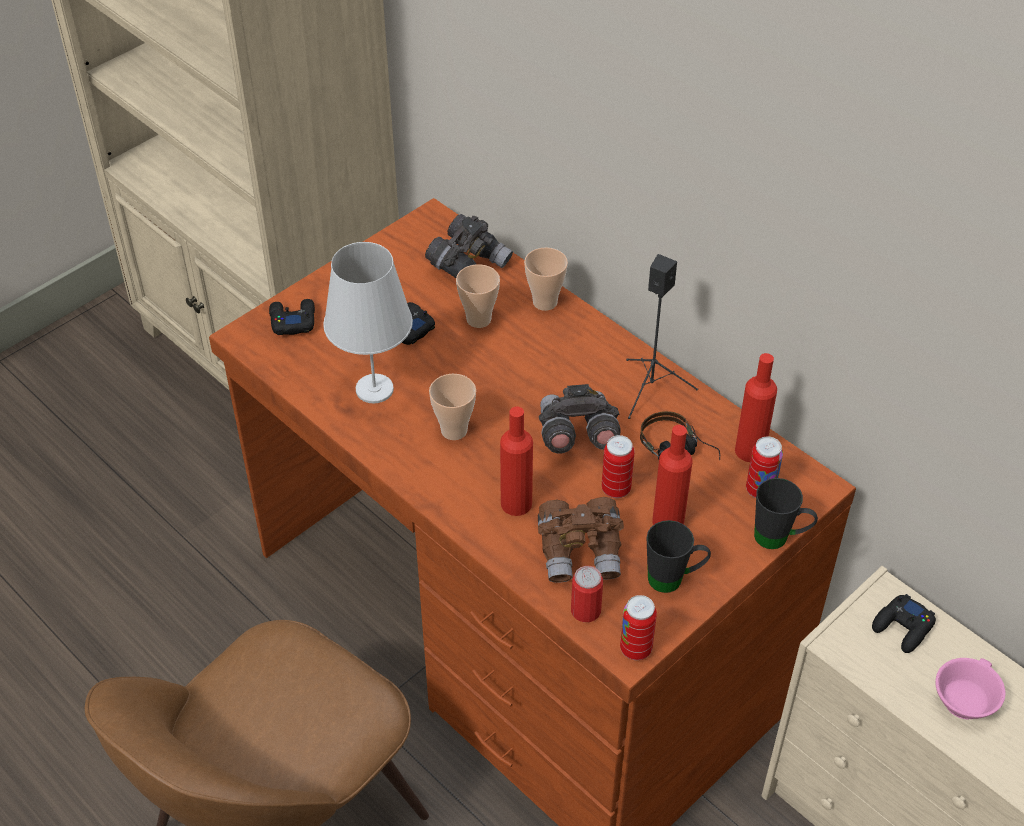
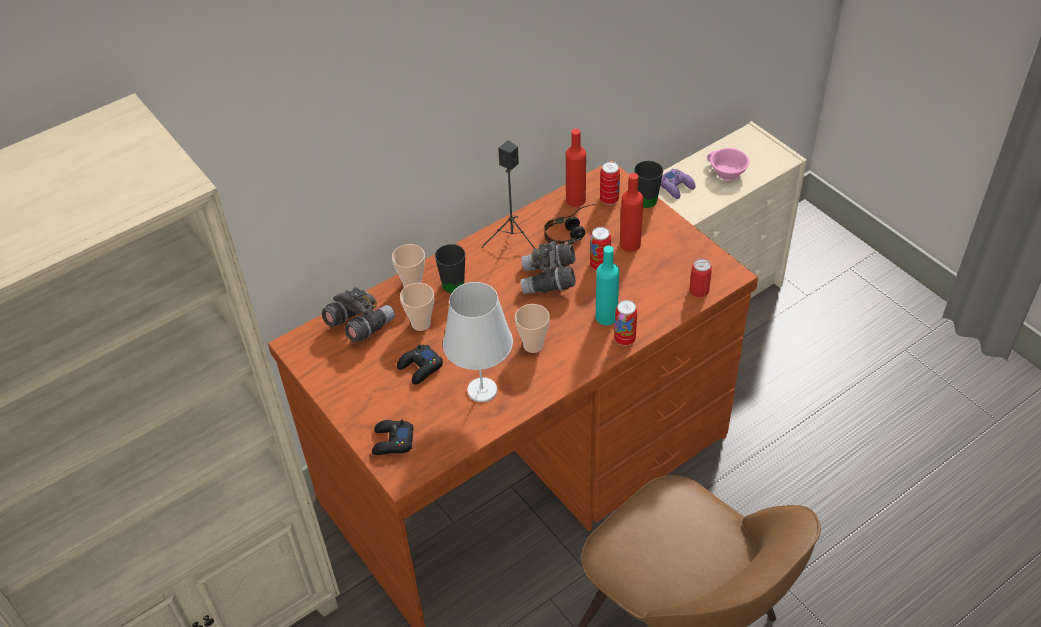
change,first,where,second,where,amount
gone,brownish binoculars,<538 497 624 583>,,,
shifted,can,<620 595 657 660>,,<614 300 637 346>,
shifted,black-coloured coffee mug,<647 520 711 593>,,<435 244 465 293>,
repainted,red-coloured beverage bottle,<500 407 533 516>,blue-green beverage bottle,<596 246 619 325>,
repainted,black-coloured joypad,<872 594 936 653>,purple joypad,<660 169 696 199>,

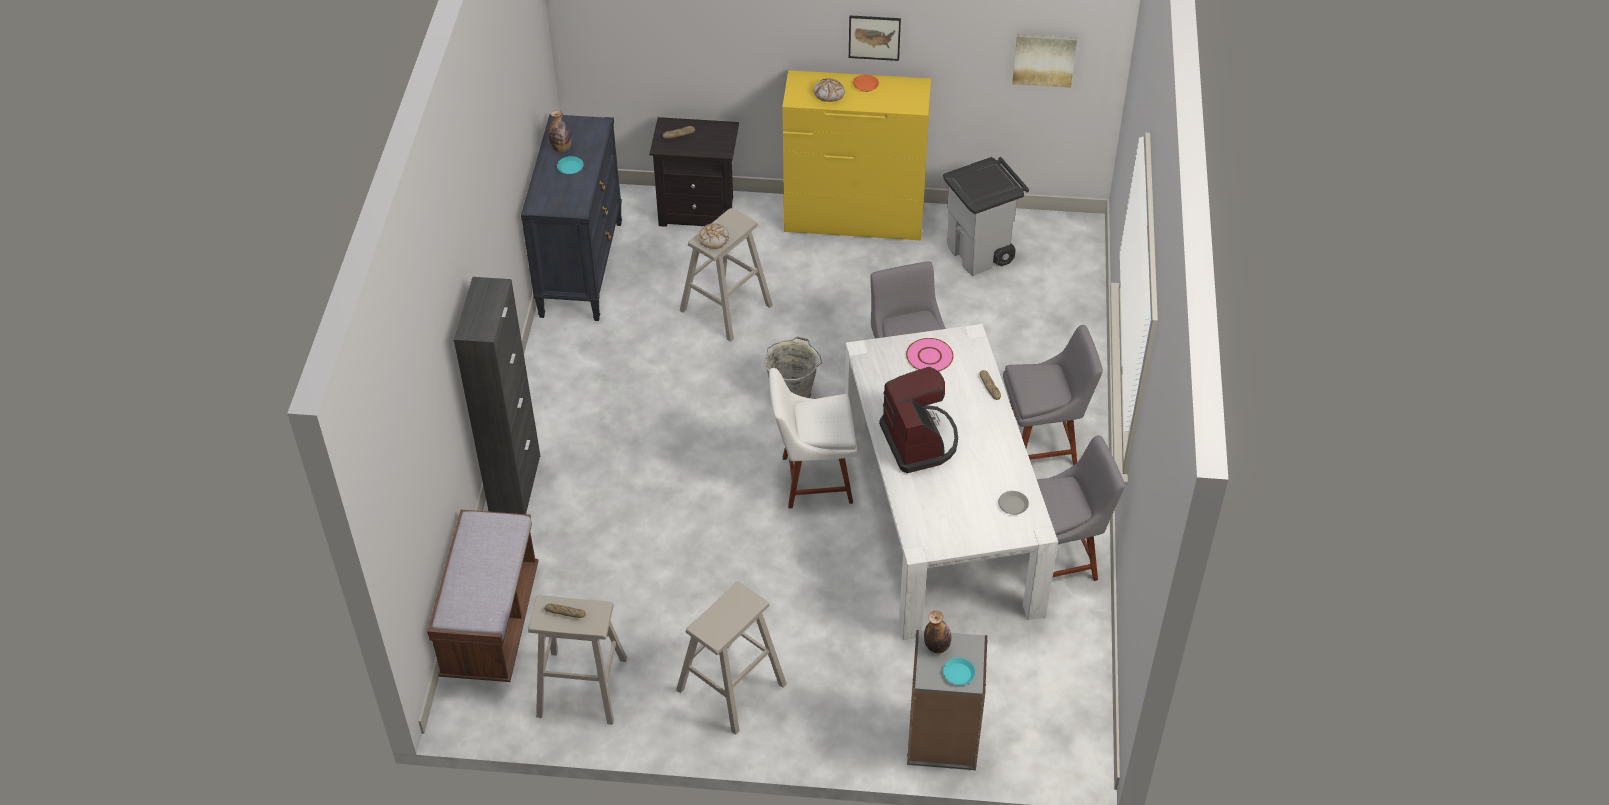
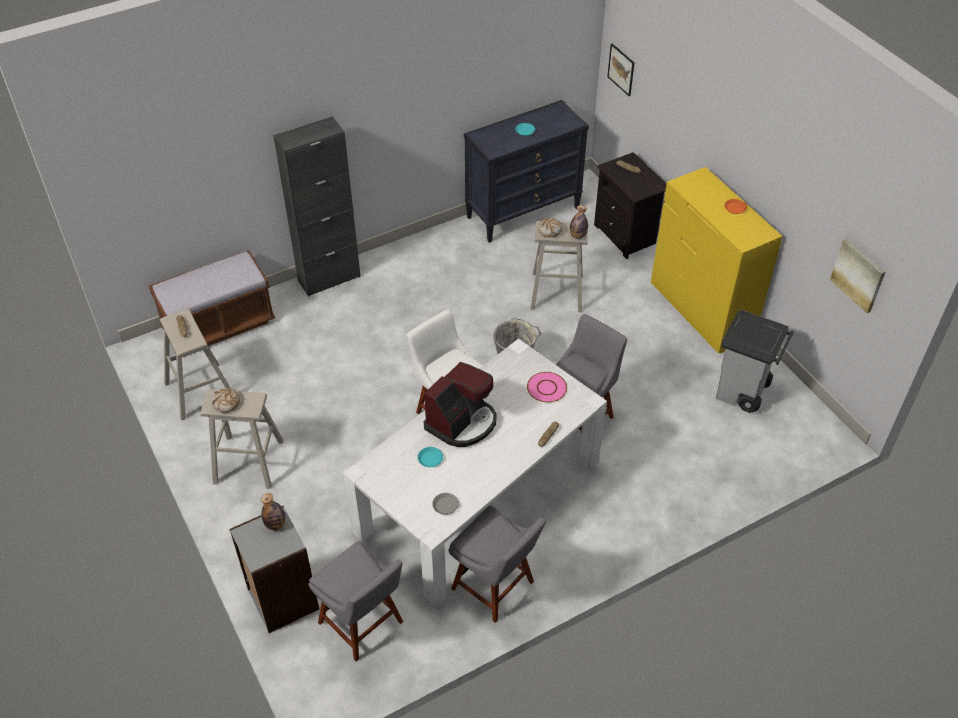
change,first,where,second,where,amount
shifted,beverage bottle,<549 110 572 152>,,<570 205 588 239>,
shifted,baked bread,<813 78 845 102>,,<212 388 240 413>,
shifted,wall art,<849 15 901 61>,,<607 44 634 96>,
shifted,blue-green plate,<943 658 976 685>,,<418 447 443 467>,
shifted,grey chair,<1003 325 1103 466>,,<308 541 403 662>,

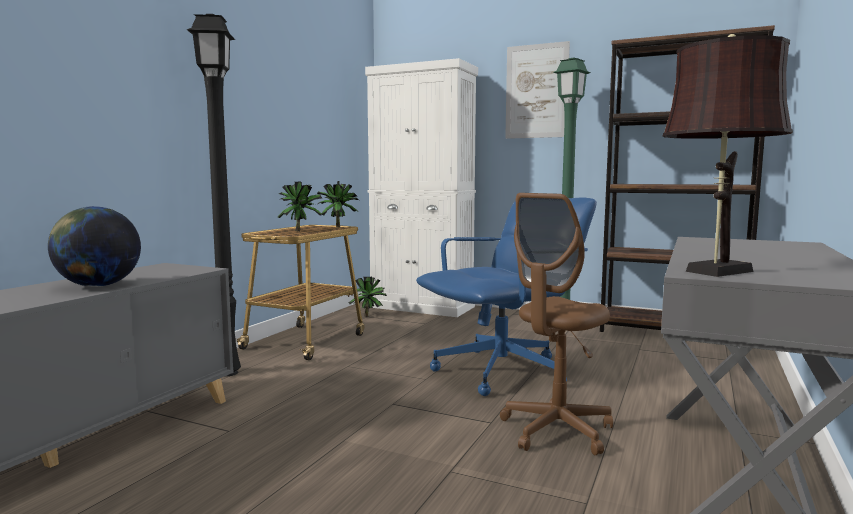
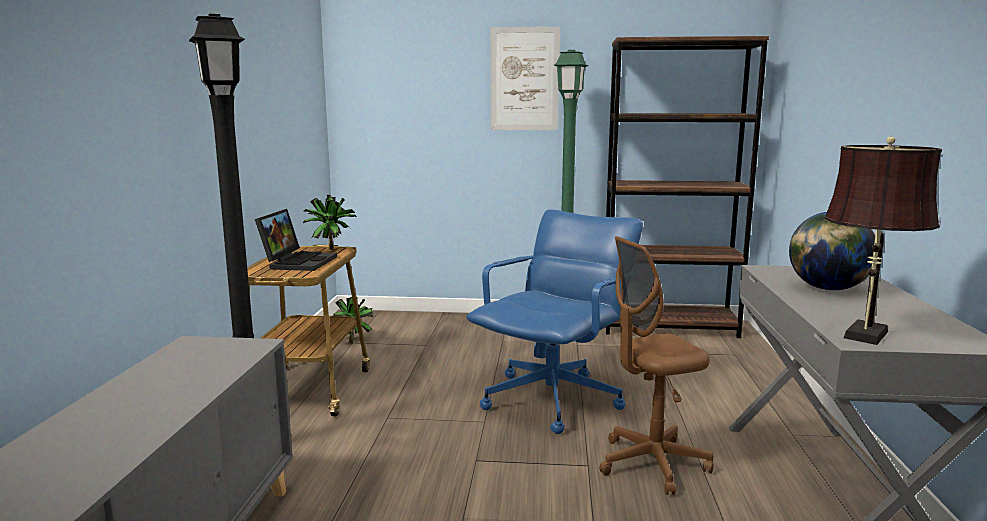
change,first,where,second,where,amount
gone,white cabinet,<365 58 478 317>,,,
shifted,world globe,<48 206 141 287>,,<789 212 875 291>,
swapped,houseplant,<278 182 322 231>,portable computer,<255 209 337 271>,
rotated,brownish computer chair,<500 193 613 455>,,<599 236 714 495>,45 degrees clockwise

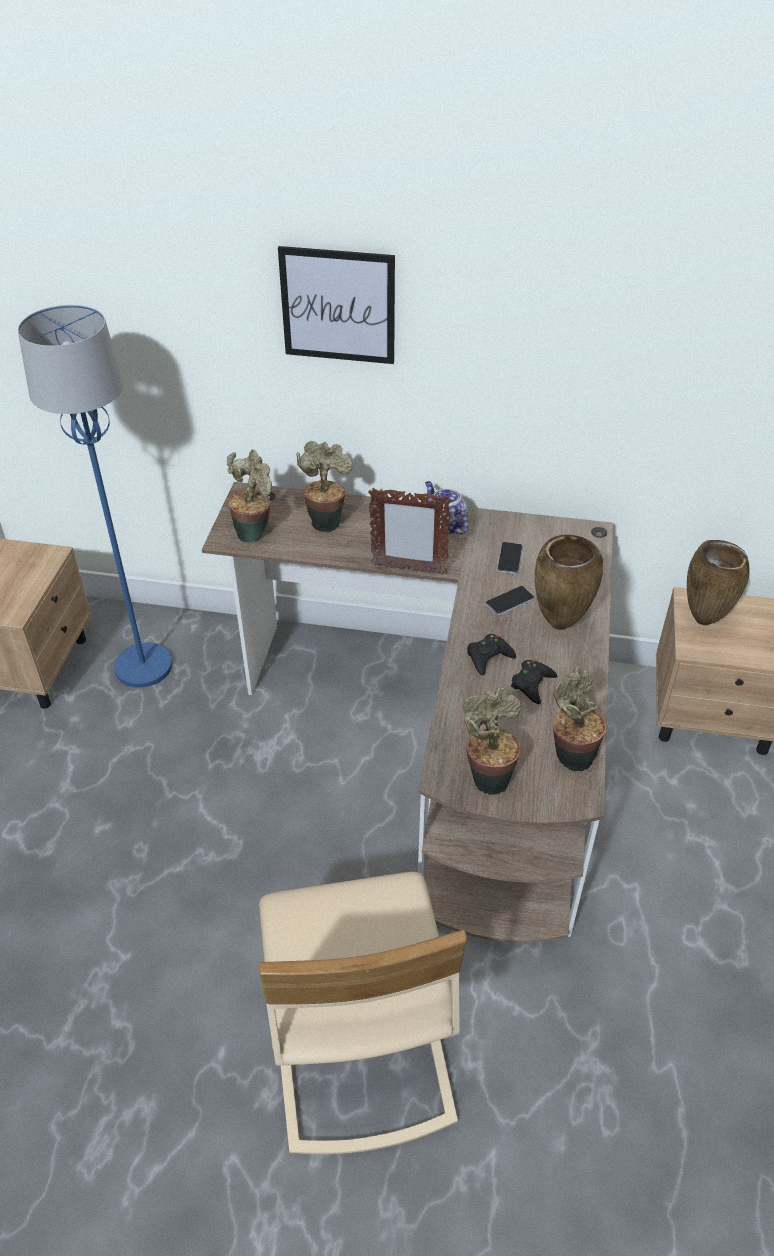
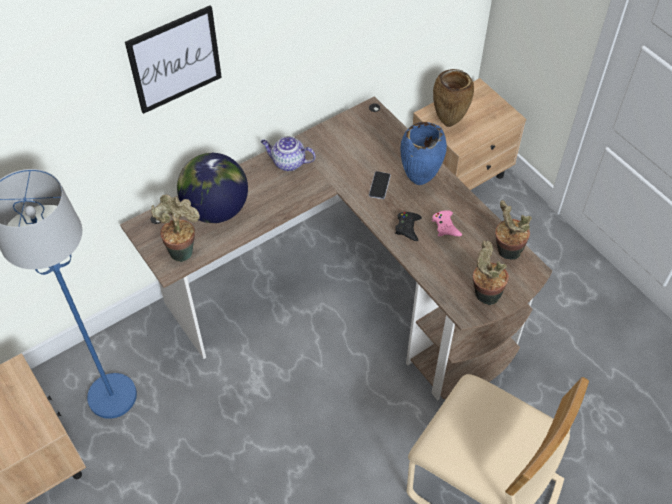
change,first,where,second,where,amount
gone,picture frame,<368 487 452 575>,,,
gone,handset,<497 542 523 574>,,,
swapped,houseplant,<296 441 353 533>,world globe,<177 153 248 223>,
repainted,black-coloured joypad,<511 660 557 704>,pink joypad,<432 210 462 236>,
repainted,brownish flower vase,<535 535 603 630>,blue flower vase,<401 122 447 185>,

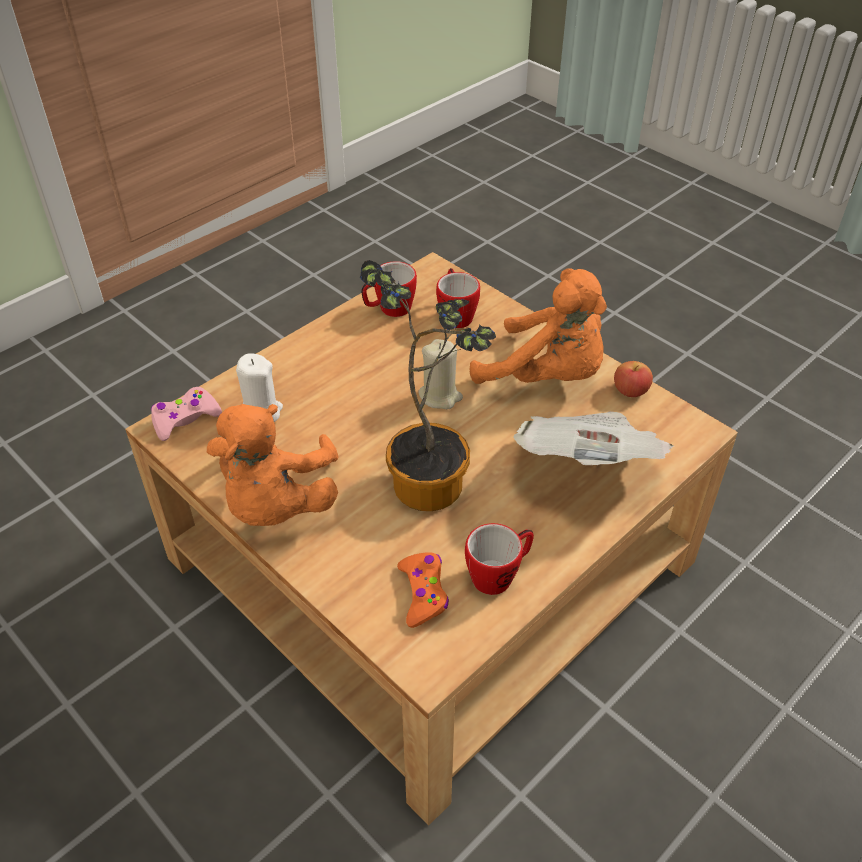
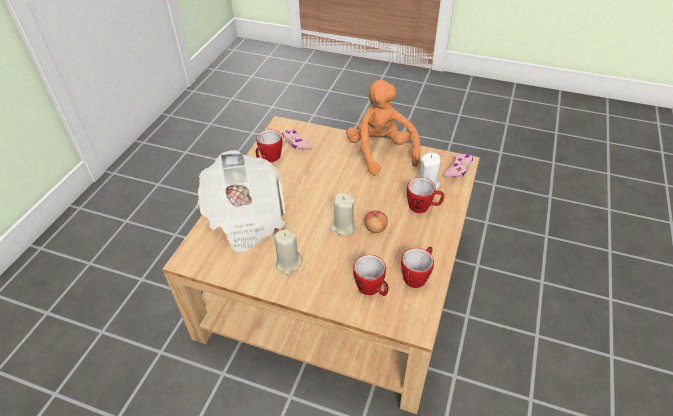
change,first,where,second,where,amount
gone,houseplant,<360 260 496 511>,,,
new,,,coffee mug,<407 177 445 213>,
shifted,apple fruit,<614 361 653 397>,,<364 211 388 233>,
swapped,orangey cuddly toy,<470 268 607 384>,beige-coloured wax candle,<274 229 302 275>,
repainted,orangey joypad,<397 552 449 628>,pink joypad,<282 130 312 150>,

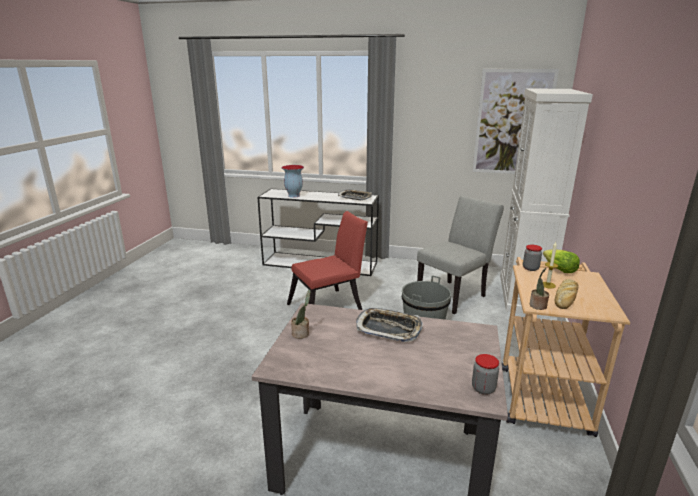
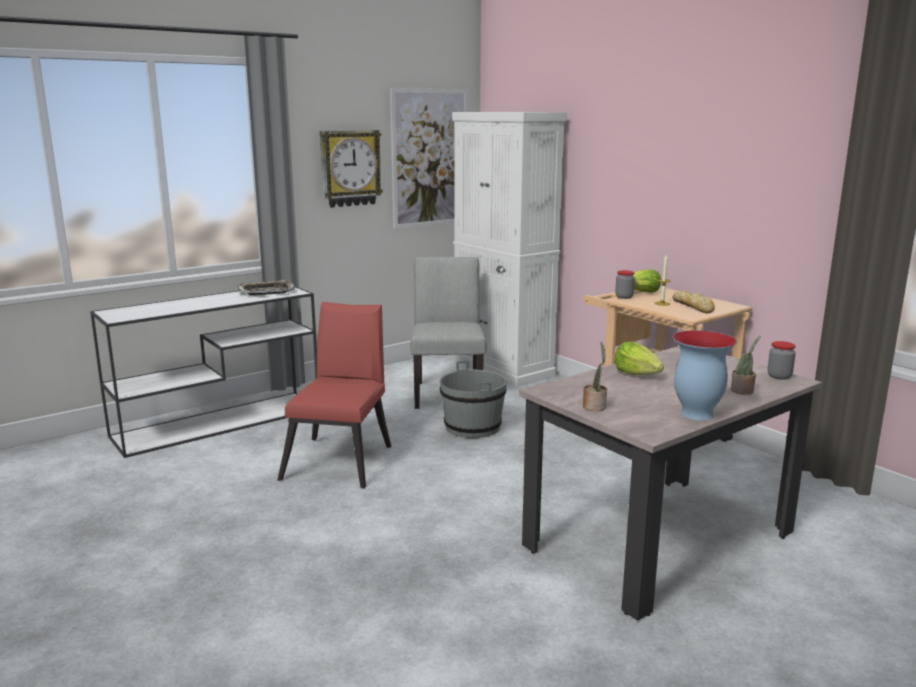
change,first,where,second,where,amount
new,,,hanging clock,<320 130 383 208>,
shifted,flower vase,<281 165 304 198>,,<673 330 737 420>,
shifted,houseplant,<530 268 549 310>,,<731 336 760 395>,
swapped,serving tray,<356 308 423 342>,head of lettuce,<614 342 664 375>,

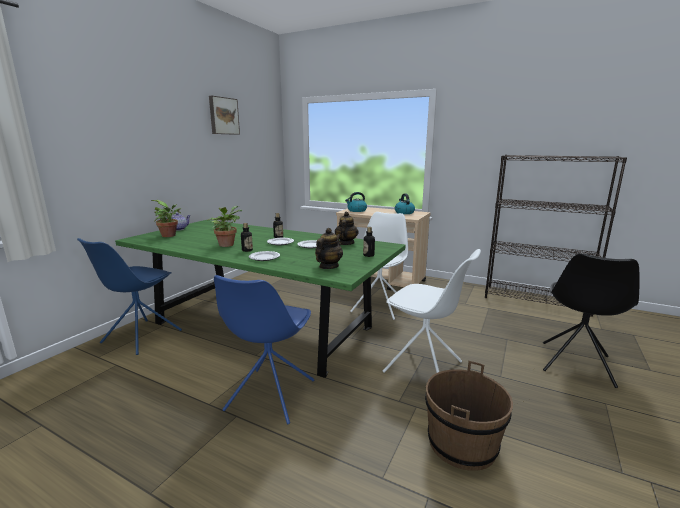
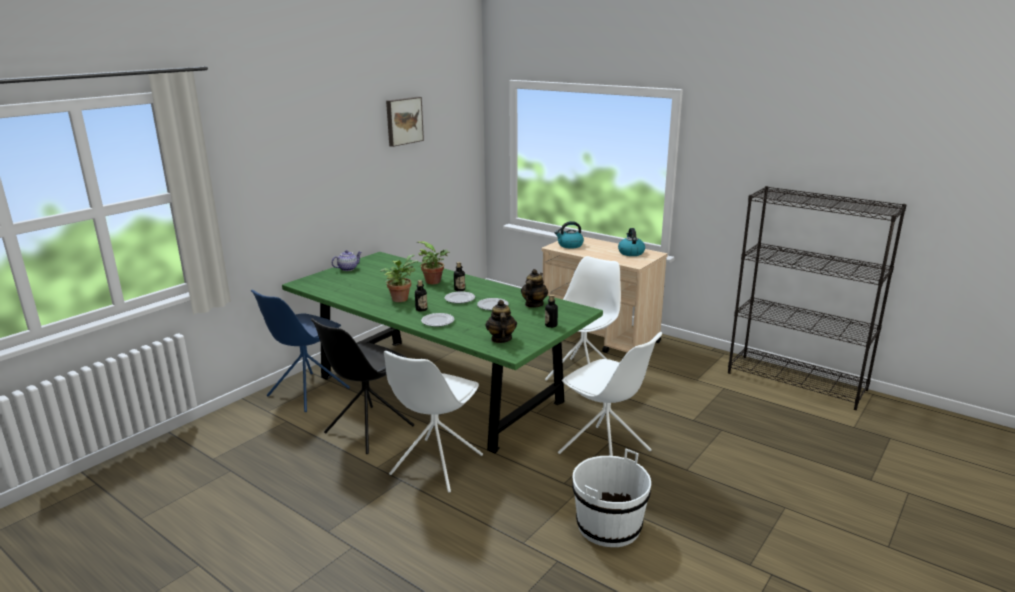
change,first,where,second,where,amount
shifted,houseplant,<151 200 182 237>,,<416 241 449 284>,
shifted,black-coloured chair,<543 253 640 388>,,<311 318 414 454>,
repainted,blue chair,<214 275 314 425>,white chair,<384 351 483 493>,
repainted,brownish bucket,<425 361 513 471>,white bucket,<572 448 651 547>,
rotated,tea pot,<315 228 343 269>,,<485 300 517 343>,45 degrees counterclockwise

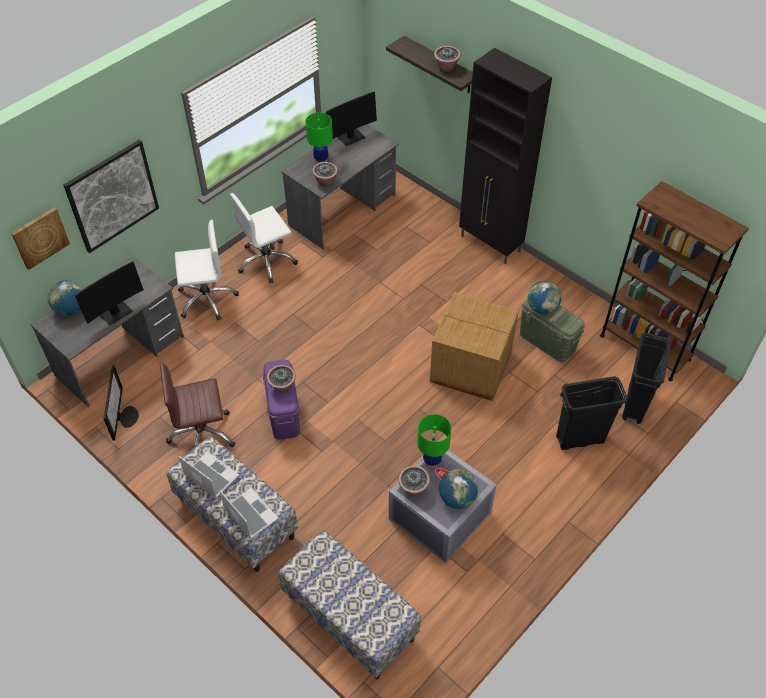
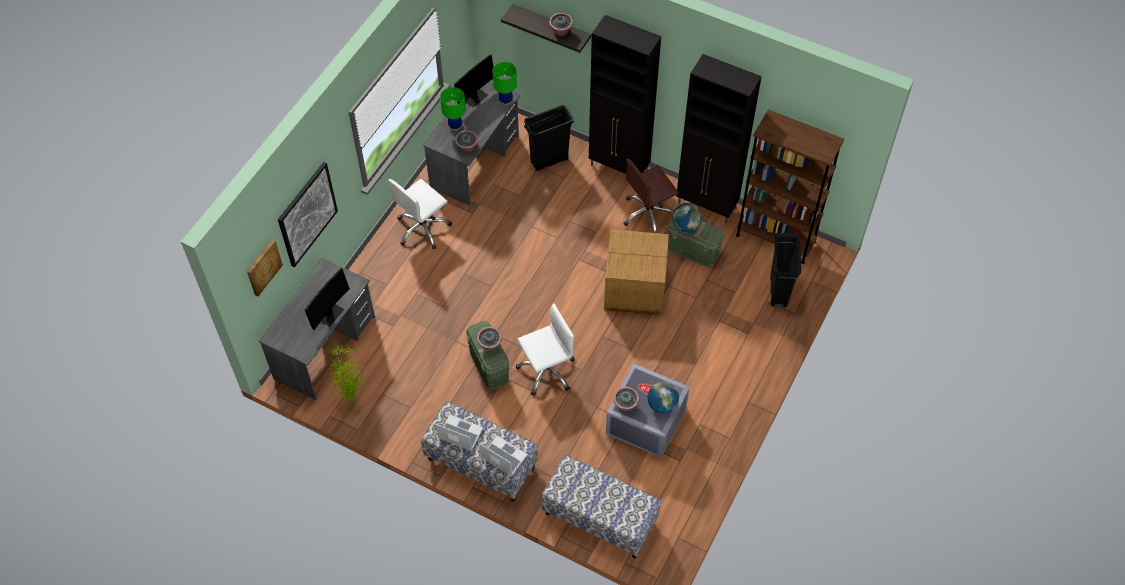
change,first,where,second,where,amount
gone,world globe,<48 280 82 315>,,,
new,,,black-coloured cabinet,<676 54 762 224>,
shifted,brownish computer chair,<160 362 235 448>,,<623 158 679 233>,
shifted,white computer chair,<175 220 239 321>,,<516 304 575 396>,
shifted,green-coloured lamp for a table,<417 414 451 468>,,<493 62 517 105>,
shifted,black-coloured trash can,<556 376 628 450>,,<524 105 574 171>,
swapped,computer display,<104 365 139 440>,houseplant,<327 342 364 405>,
repainted,purple storage bin,<263 360 300 440>,green-coloured storage bin,<466 321 509 390>,

